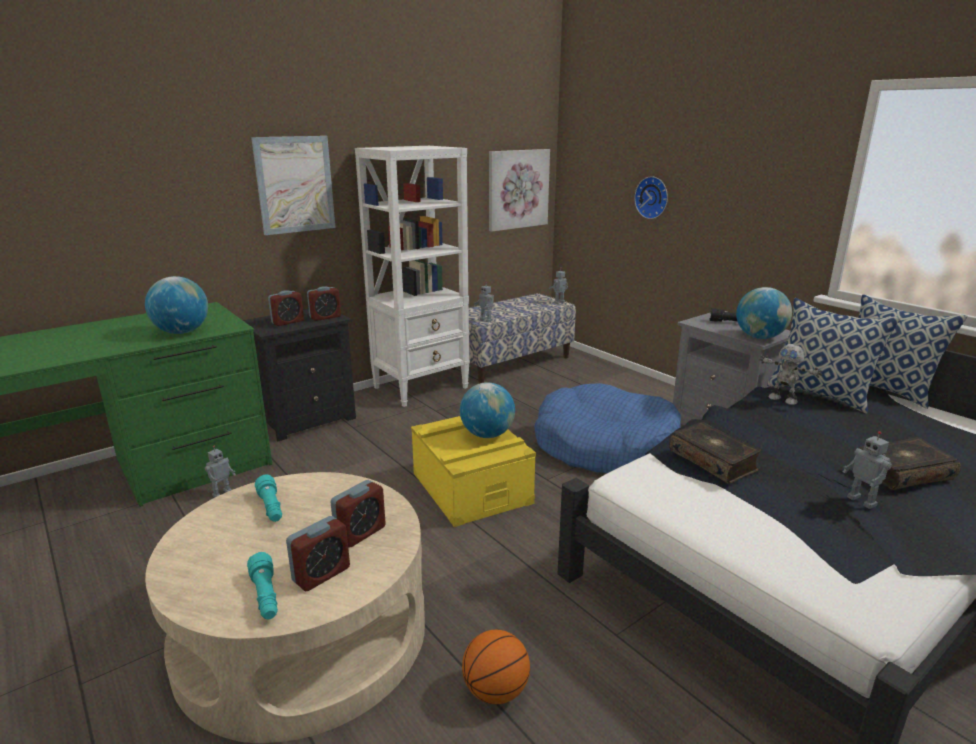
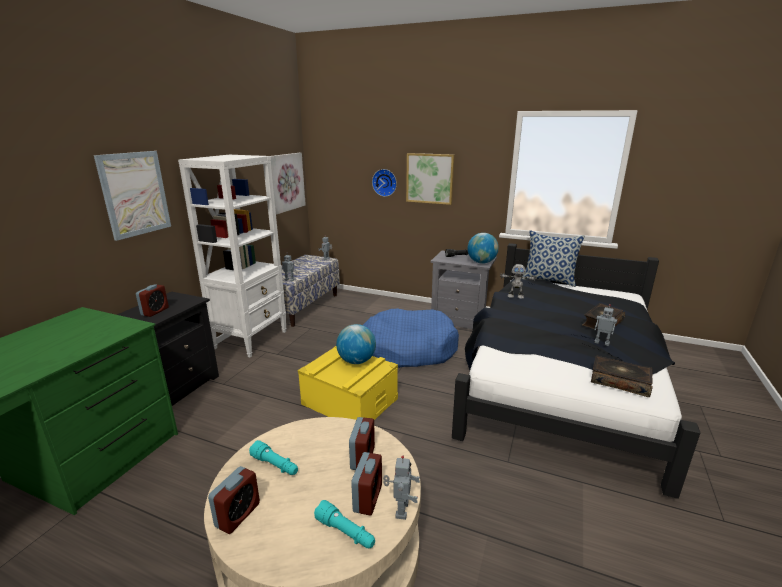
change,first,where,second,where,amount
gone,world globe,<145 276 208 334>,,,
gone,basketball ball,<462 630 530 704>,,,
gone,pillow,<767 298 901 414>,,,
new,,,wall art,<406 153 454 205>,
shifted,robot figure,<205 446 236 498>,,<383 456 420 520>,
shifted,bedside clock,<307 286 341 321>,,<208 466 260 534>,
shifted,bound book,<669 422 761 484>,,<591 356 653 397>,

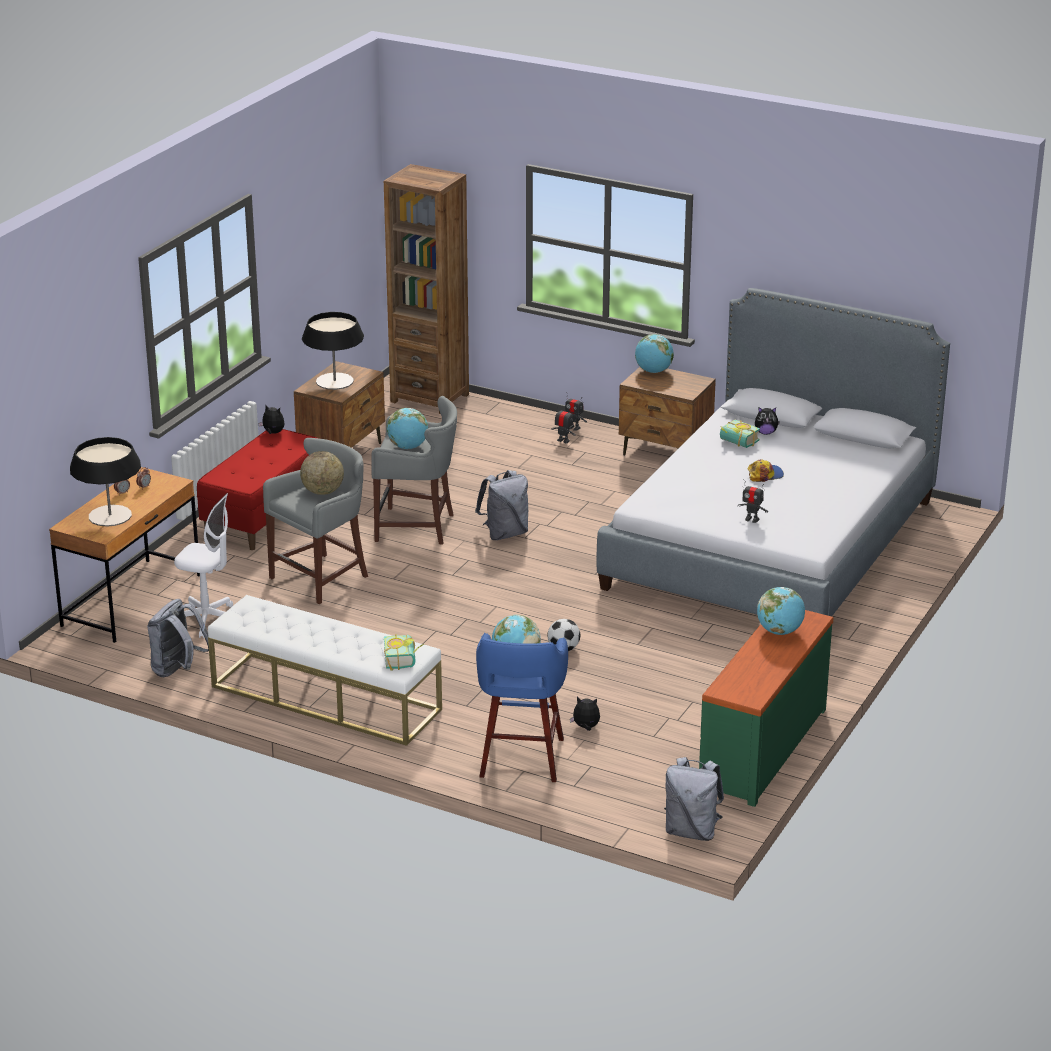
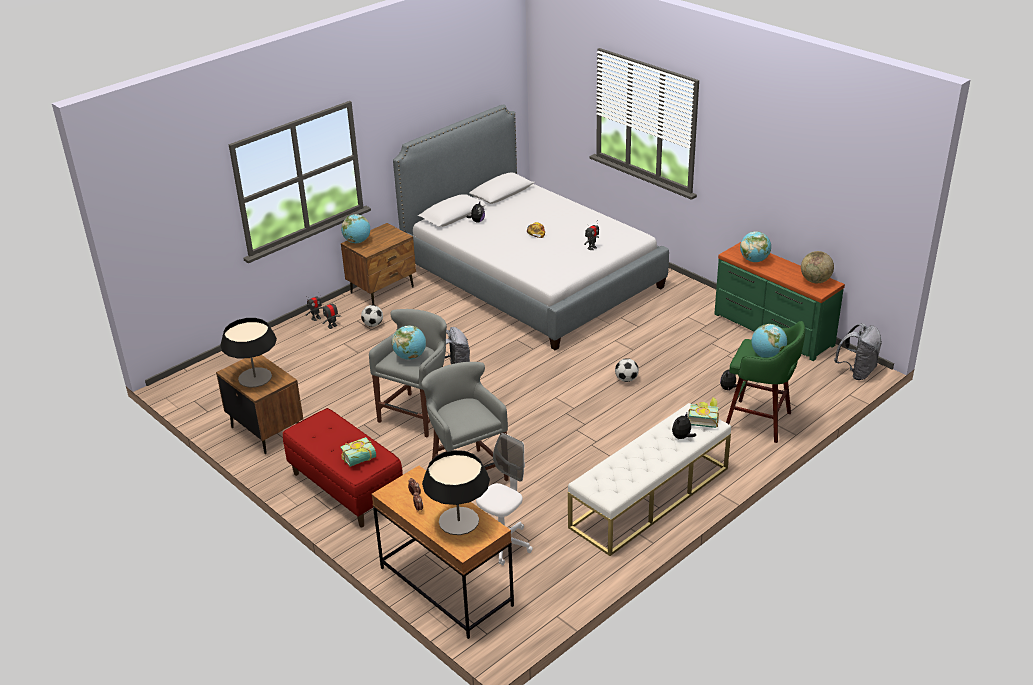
change,first,where,second,where,amount
gone,grey backpack,<147 599 209 677>,,,
gone,brownish bookcase,<384 164 469 414>,,,
new,,,ball for football,<361 305 383 327>,
shifted,cuddly toy,<258 405 284 434>,,<672 413 696 439>,
shifted,world globe,<300 451 344 495>,,<801 251 834 283>,
shifted,bound book,<720 420 760 448>,,<340 437 376 467>,
repainted,blue sitting stool,<476 633 568 782>,green-coloured sitting stool,<726 321 805 443>,

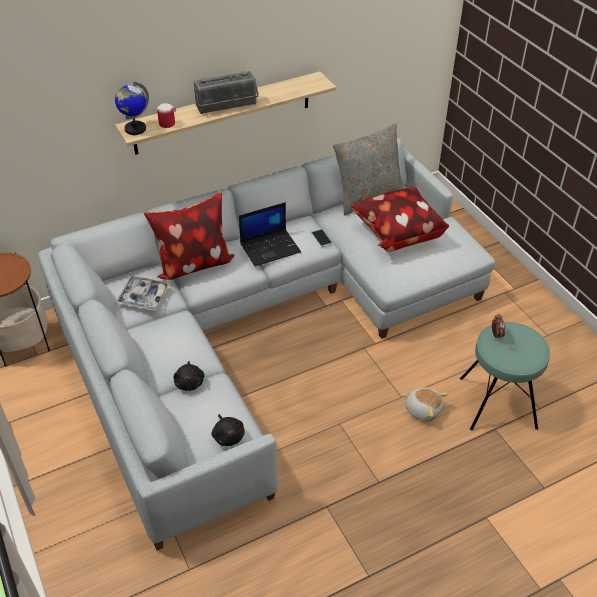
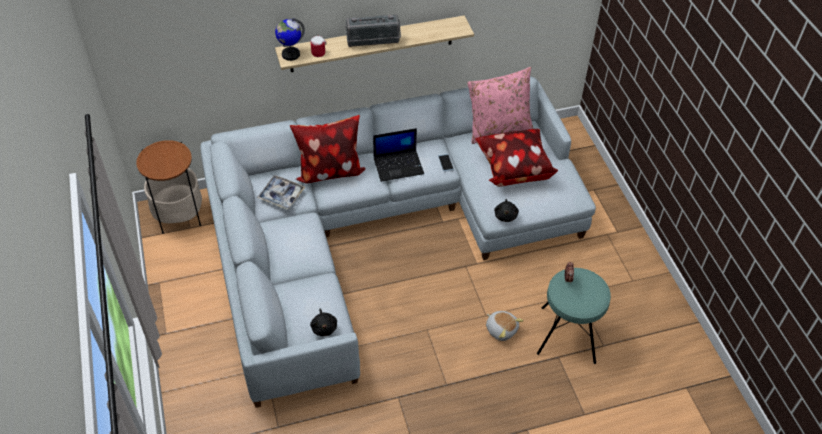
change,first,where,second,where,amount
shifted,black-coloured cuddly toy,<173 361 205 391>,,<494 199 519 222>,
repainted,grey pillow,<333 123 404 216>,pink pillow,<467 67 533 144>,

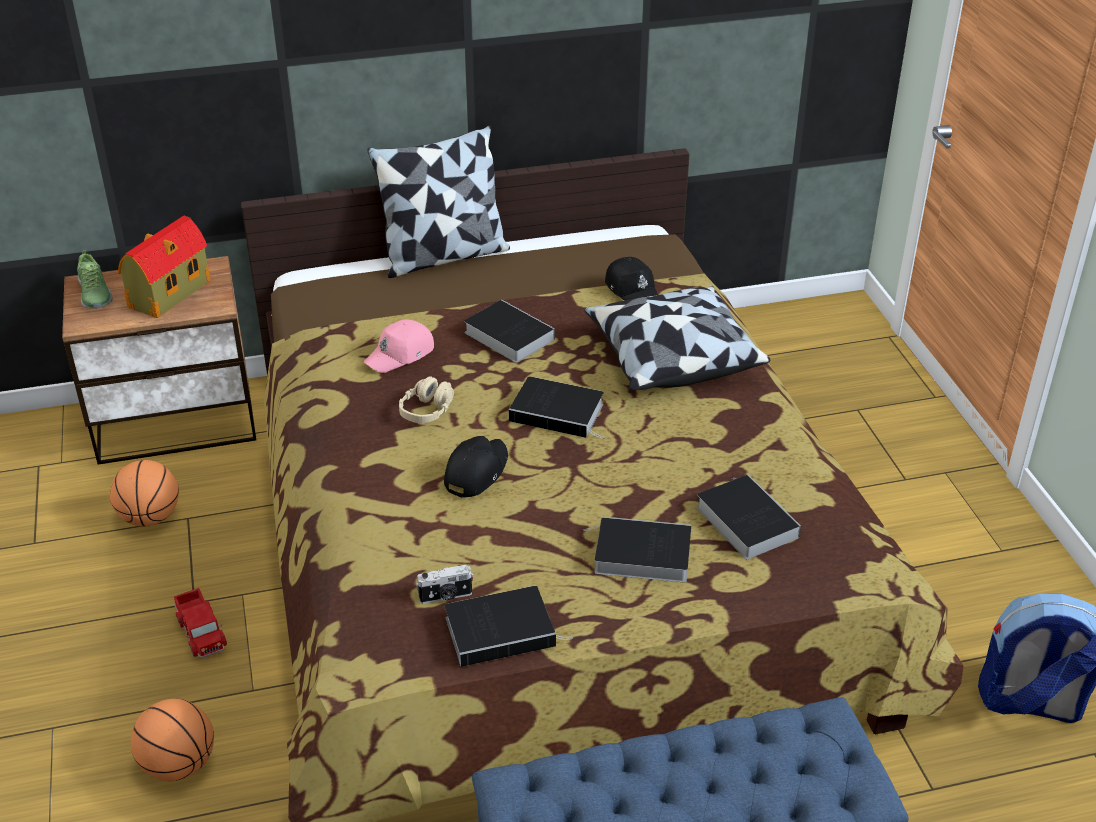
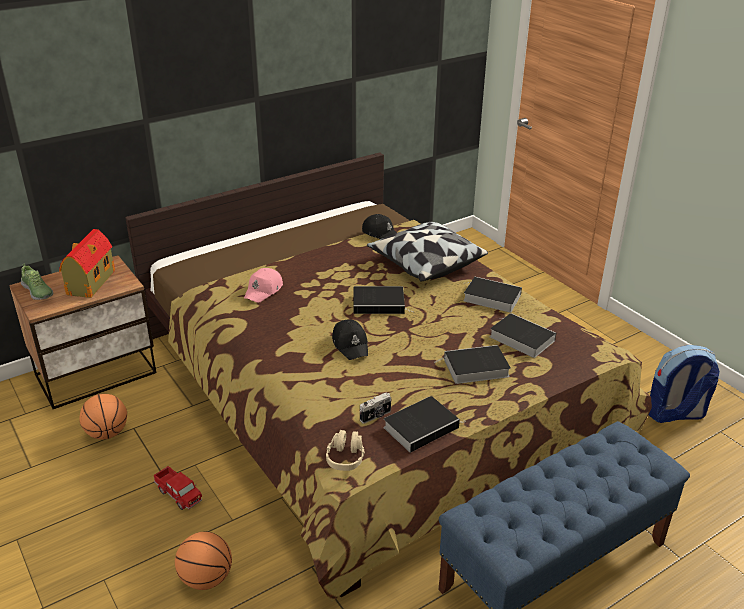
change,first,where,second,where,amount
gone,pillow,<367 126 510 278>,,,
shifted,beige-coloured pair of headphones,<399 376 454 423>,,<326 430 365 471>,
shifted,bound book,<464 300 555 363>,,<463 277 522 313>,
rotated,black-coloured baseball cap,<444 436 508 498>,,<332 319 368 360>,150 degrees clockwise

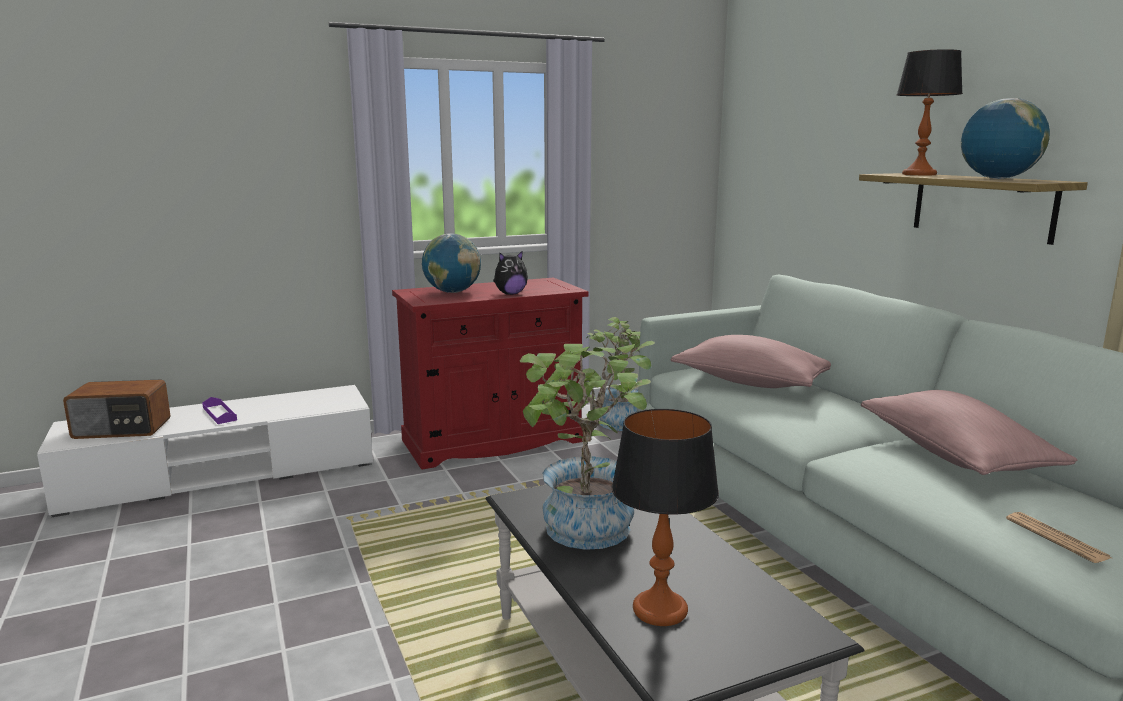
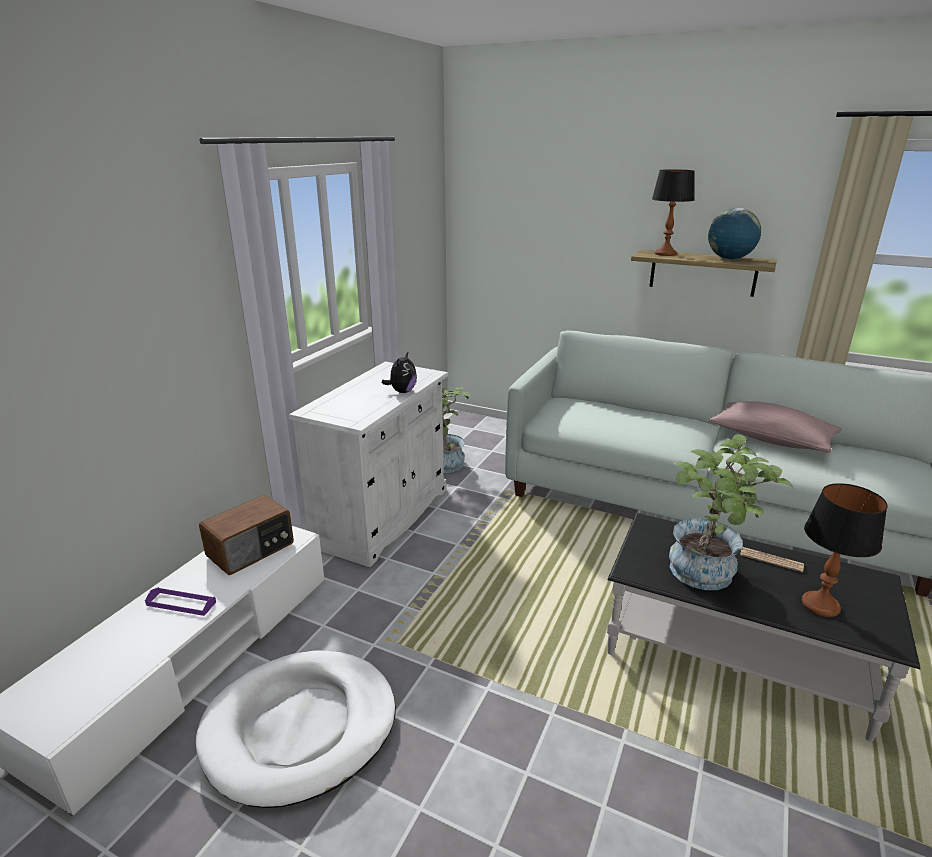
change,first,where,second,where,amount
gone,world globe,<422 233 481 293>,,,
gone,pink pillow,<671 335 831 388>,,,
new,,,white dog bed,<195 651 396 808>,
shifted,radio set,<63 380 170 439>,,<199 495 294 575>,
shifted,newspaper,<1006 512 1111 563>,,<740 547 804 573>,
repainted,red-coloured cabinet,<392 278 589 469>,white cabinet,<289 361 448 567>,

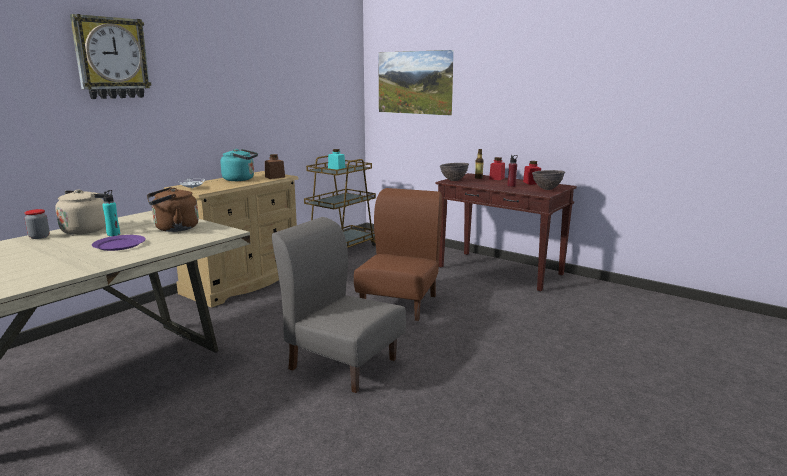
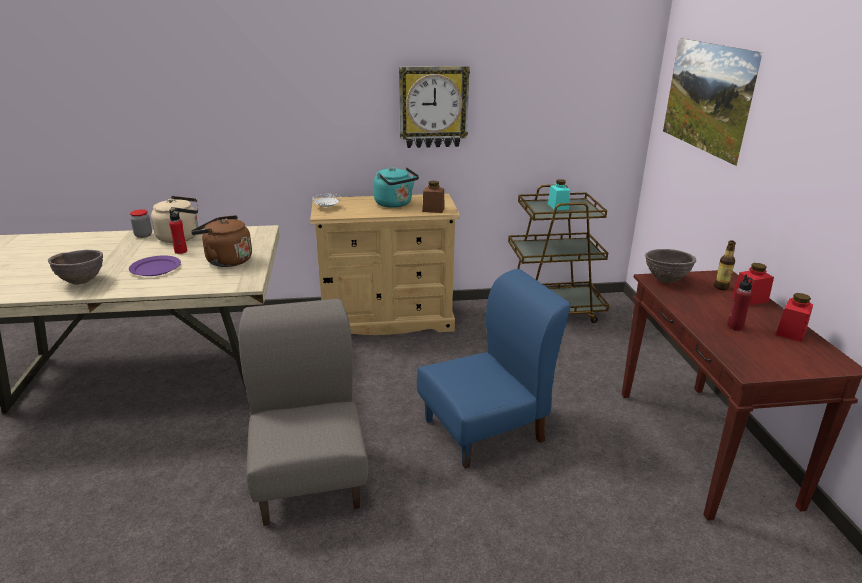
change,first,where,second,where,amount
shifted,hanging clock,<70 14 152 99>,,<399 66 470 148>,
shifted,brownish serving bowl,<532 170 565 190>,,<48 250 103 285>,
repainted,blue-green beverage bottle,<102 190 120 236>,red-coloured beverage bottle,<169 208 187 254>,
repainted,brownish chair,<354 188 442 321>,blue chair,<417 269 570 469>,

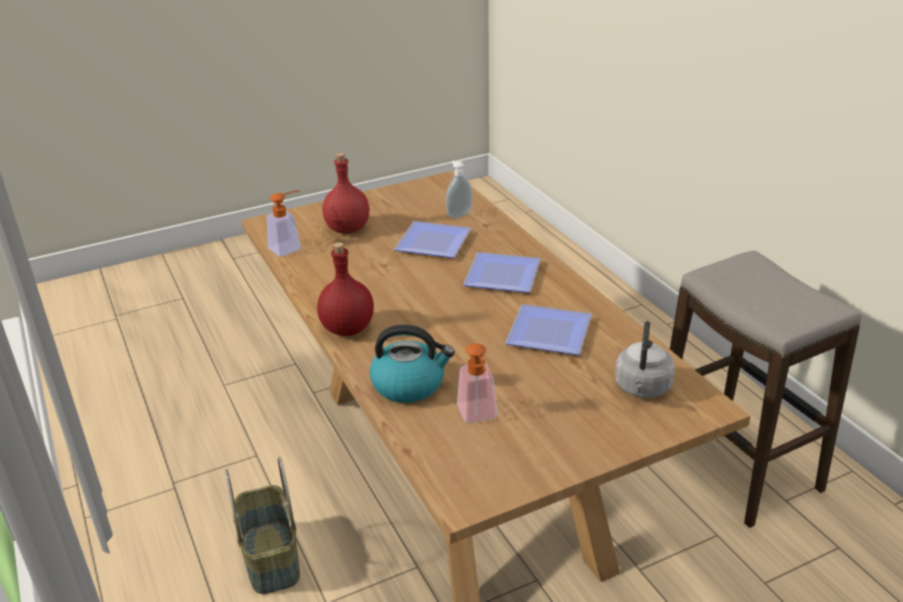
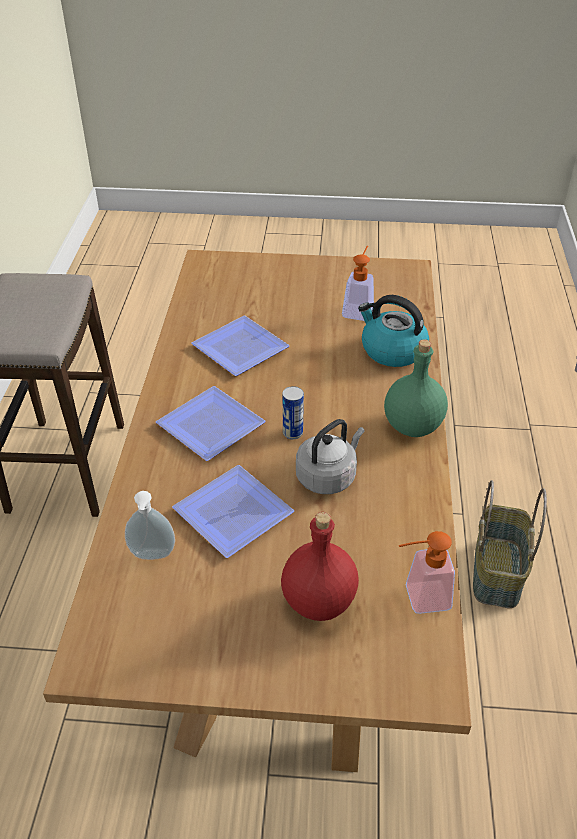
change,first,where,second,where,amount
new,,,can,<283 386 304 439>,
shifted,grey tea kettle,<615 321 675 398>,,<296 419 365 494>,
repainted,red-coloured beverage bottle,<317 242 374 336>,green-coloured beverage bottle,<384 339 448 437>,

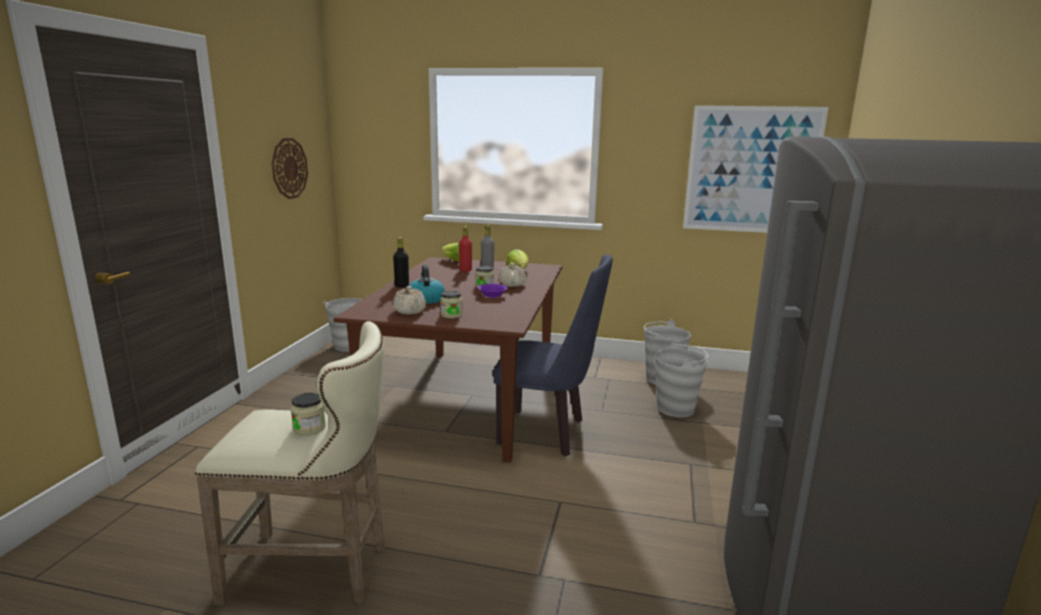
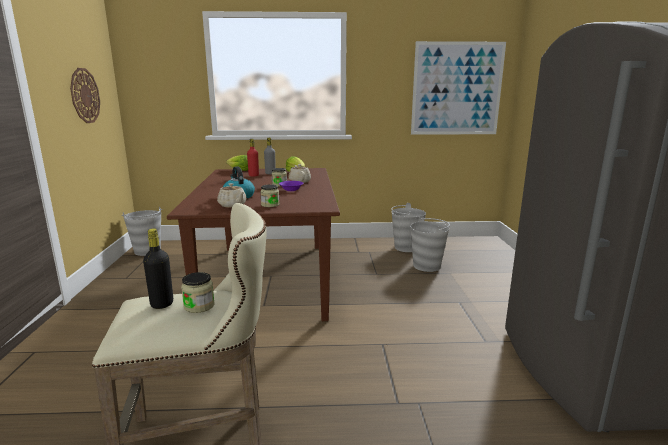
change,first,where,second,where,amount
gone,blue chair,<493 255 613 456>,,,
shifted,black-coloured beverage bottle,<393 237 409 288>,,<143 228 173 309>,

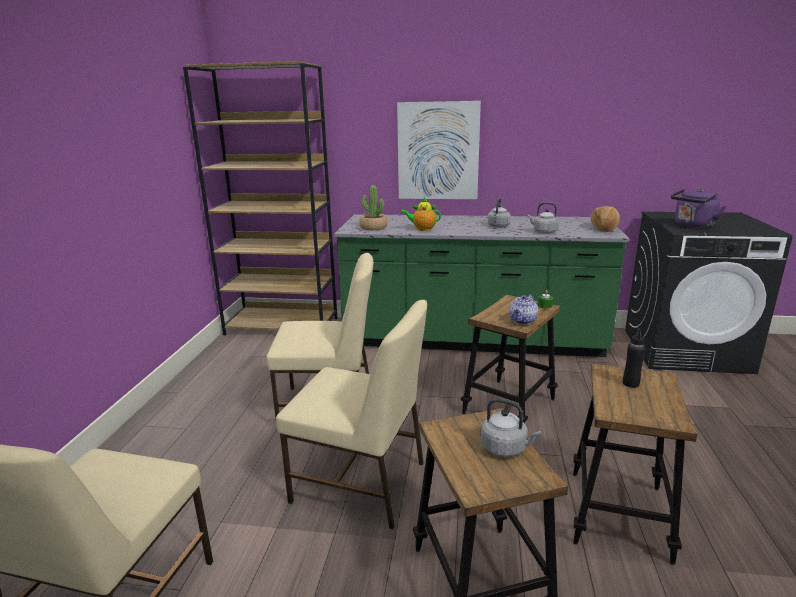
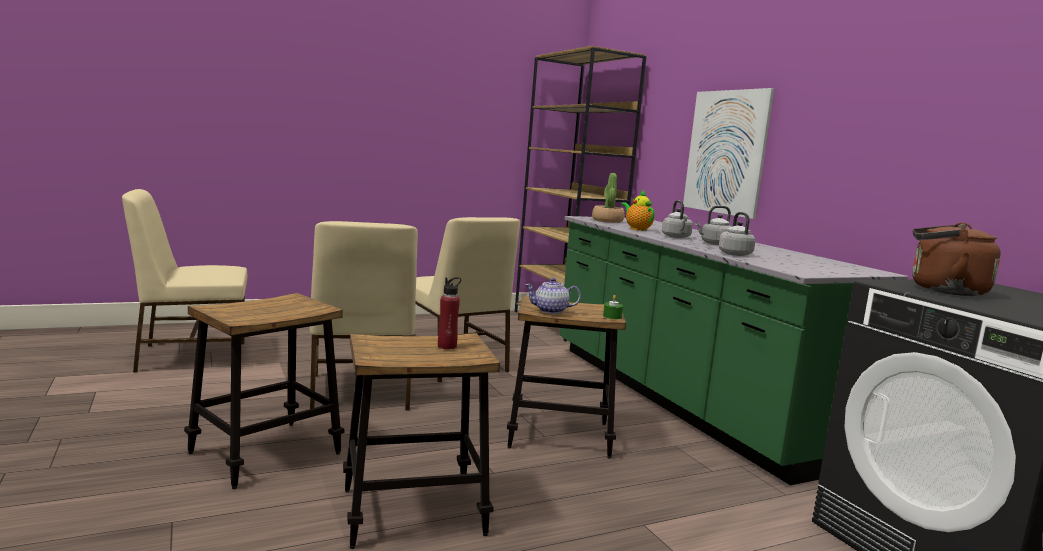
change,first,where,second,where,amount
gone,baked bread,<591 206 620 232>,,,
shifted,grey tea kettle,<480 398 541 457>,,<662 200 693 238>,
repainted,black-coloured beverage bottle,<623 328 645 388>,red-coloured beverage bottle,<438 277 461 349>,
repainted,purple tea kettle,<671 188 726 228>,brownish tea kettle,<912 223 1001 296>,

